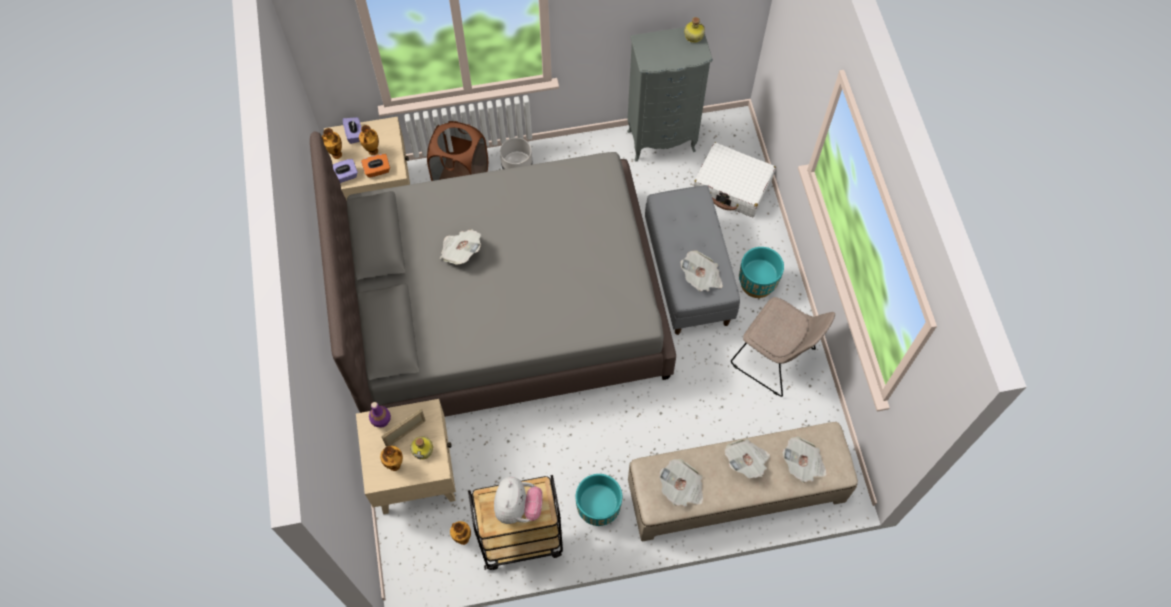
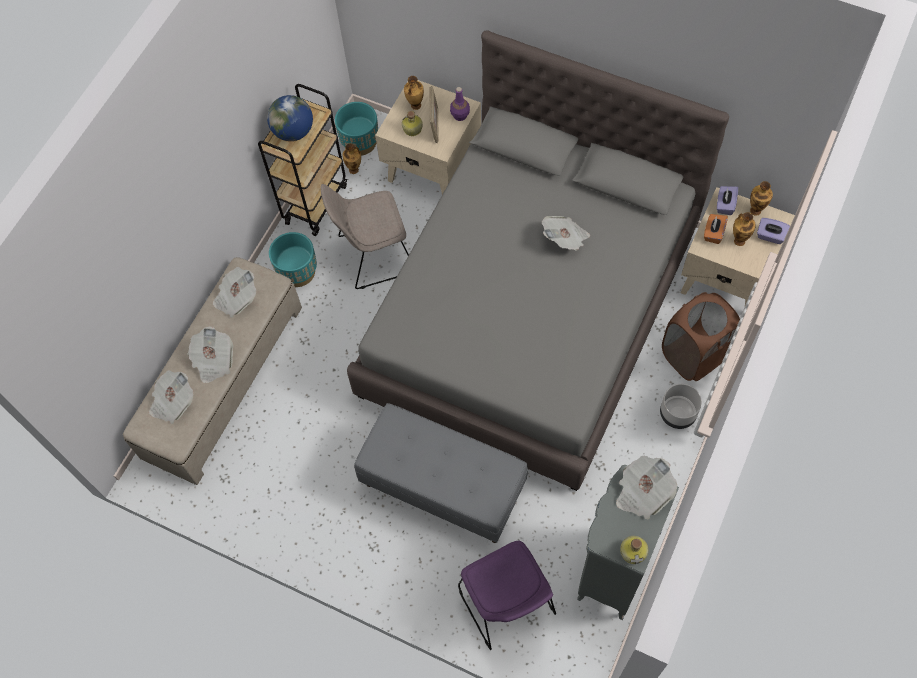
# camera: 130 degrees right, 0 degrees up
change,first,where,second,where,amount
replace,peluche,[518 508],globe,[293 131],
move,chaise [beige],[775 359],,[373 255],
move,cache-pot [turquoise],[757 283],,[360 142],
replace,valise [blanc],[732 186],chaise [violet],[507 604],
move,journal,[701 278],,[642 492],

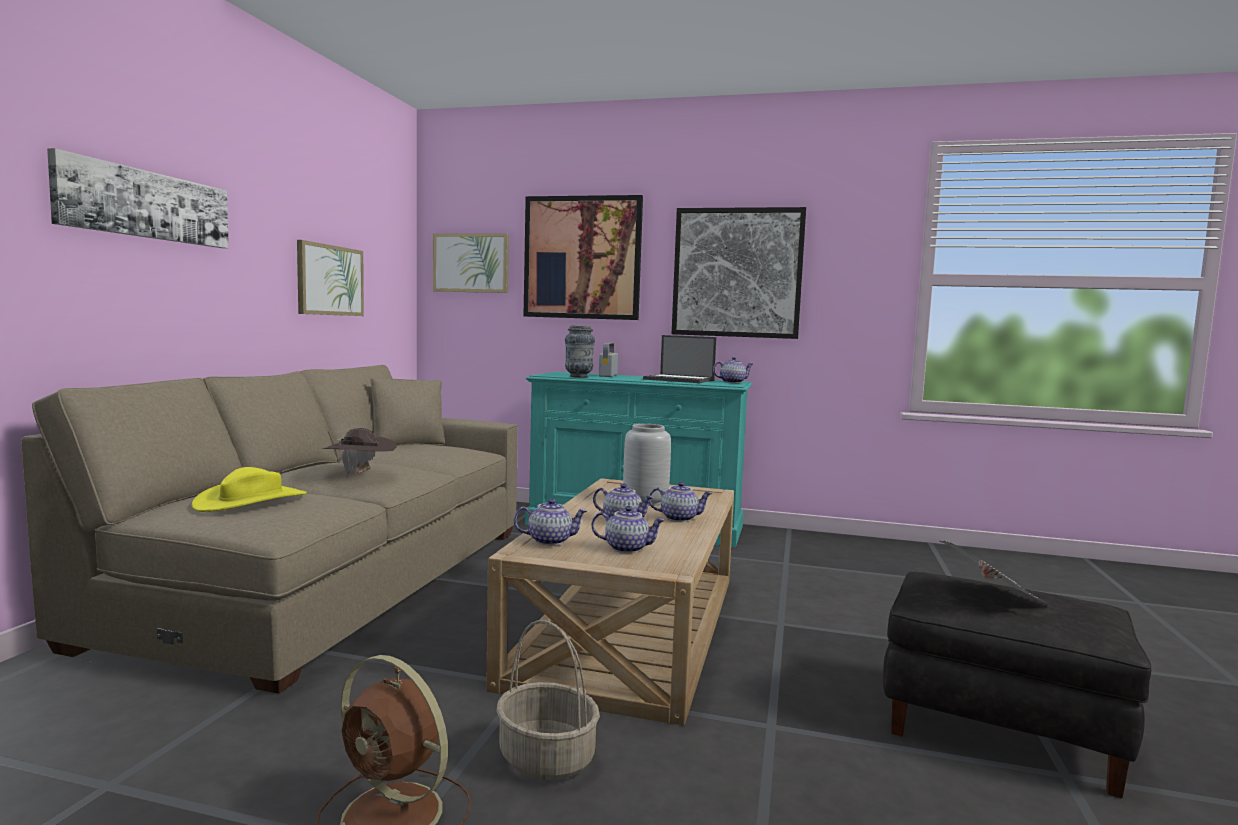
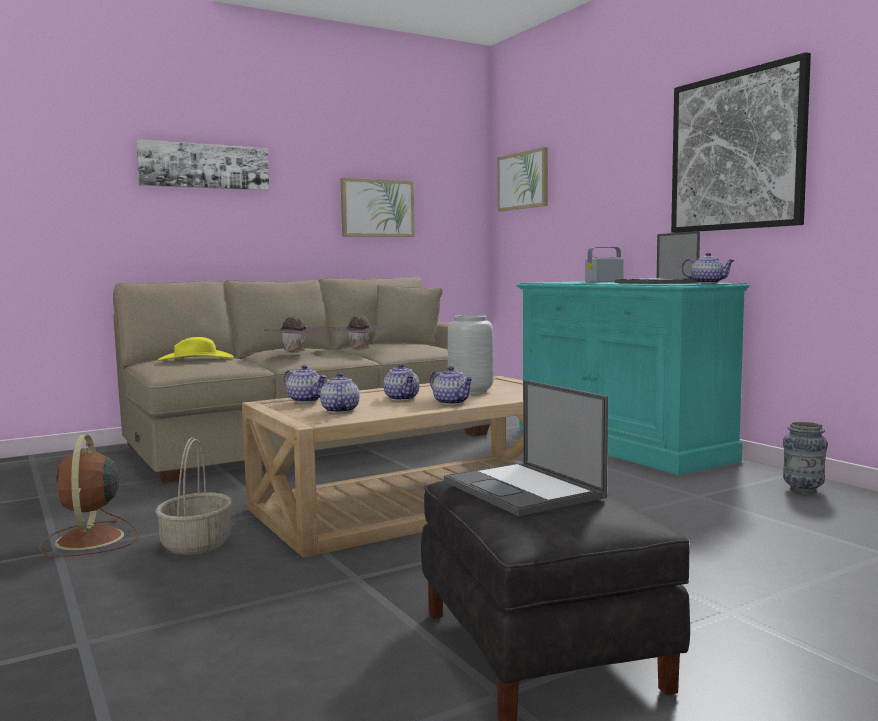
# camera: 45 degrees right, 0 degrees up
change,first,where,second,where,amount
rotate,théière,[627 548],,[339 410],150 degrees counterclockwise
insert,,,chapeau [marron],[359 350],
replace,journal,[991 598],ordinateur portable,[524 490],
move,vase,[579 376],,[803 491],
delete,tableau,[582 258],,,

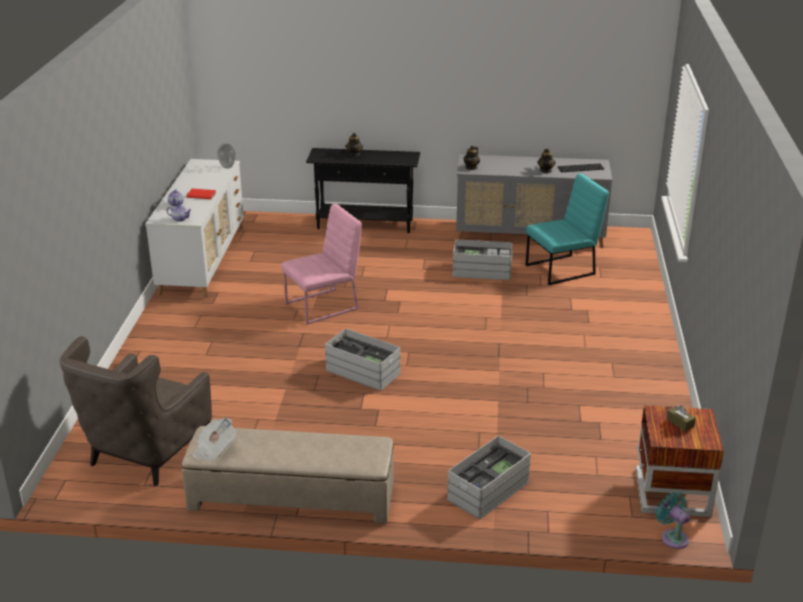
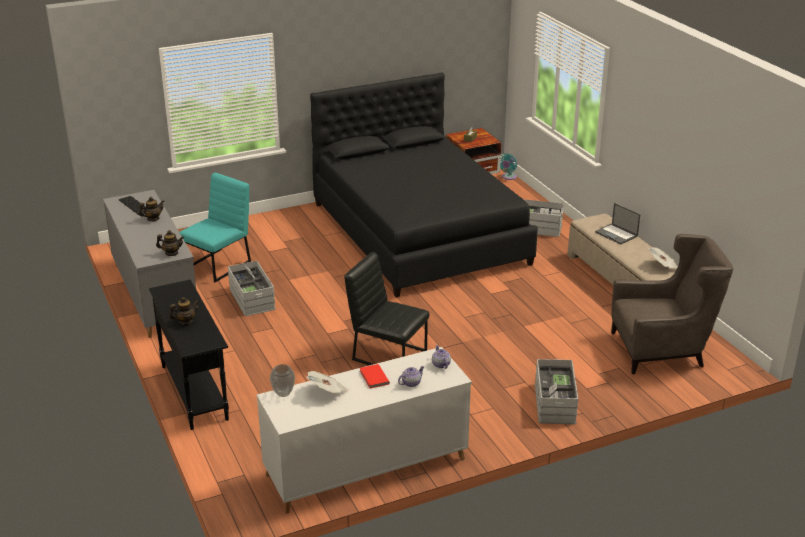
# camera: 120 degrees left, 0 degrees up
change,first,where,second,where,amount
rotate,chaise [turquoise],[562 269],,[219 264],90 degrees clockwise
insert,,,journal,[328 391],
insert,,,lit [noir],[419 233],
recolor,chaise [rose],[324 306],chaise [noir],[388 354],
move,boîte de rangement [gris],[362 371],,[555 403],
insert,,,ordinateur portable,[617 234],

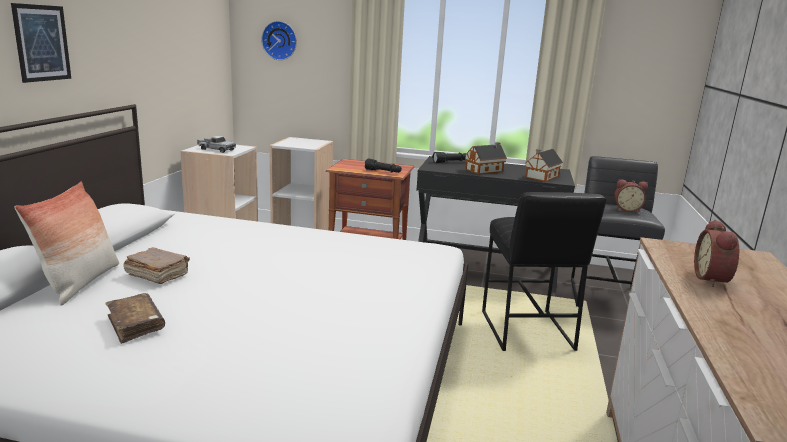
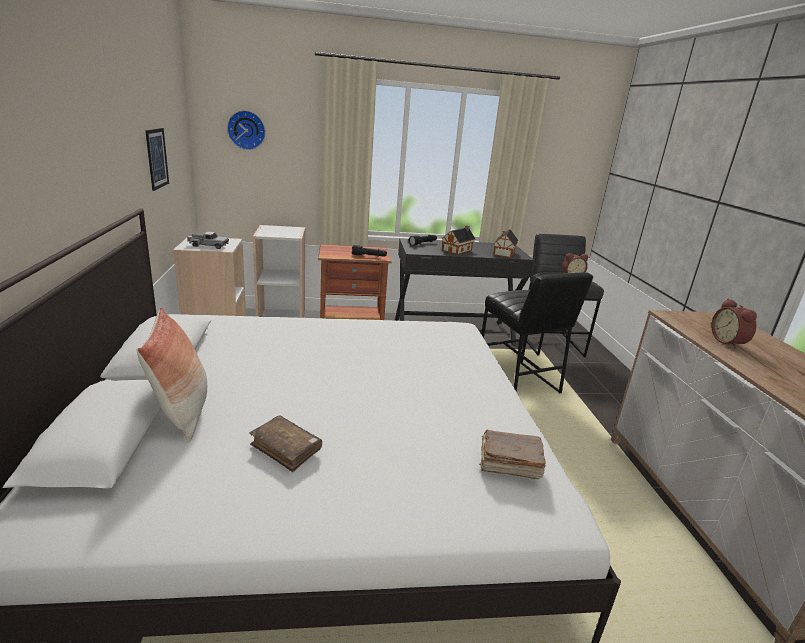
# camera: 20 degrees left, 5 degrees up
change,first,where,second,where,amount
move,tableau,[42 43],,[157 158],
move,livre [marron],[157 275],,[508 464],

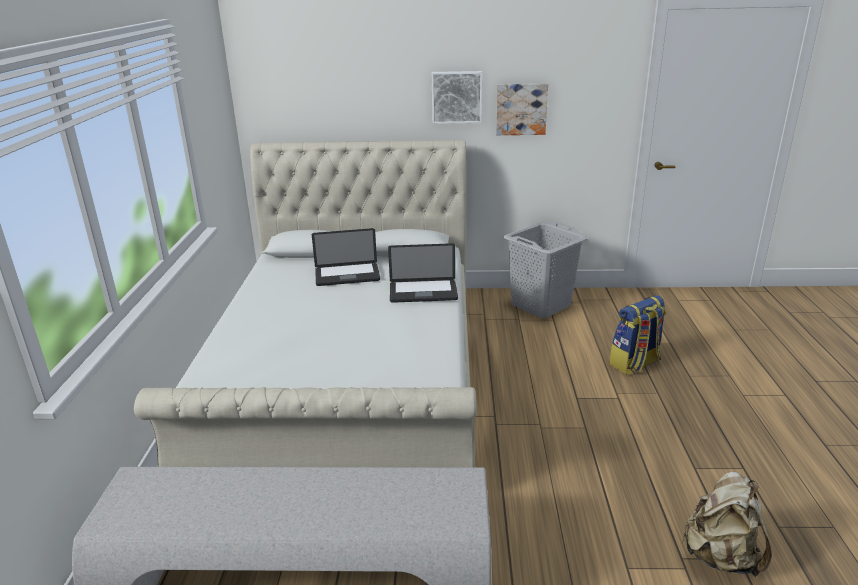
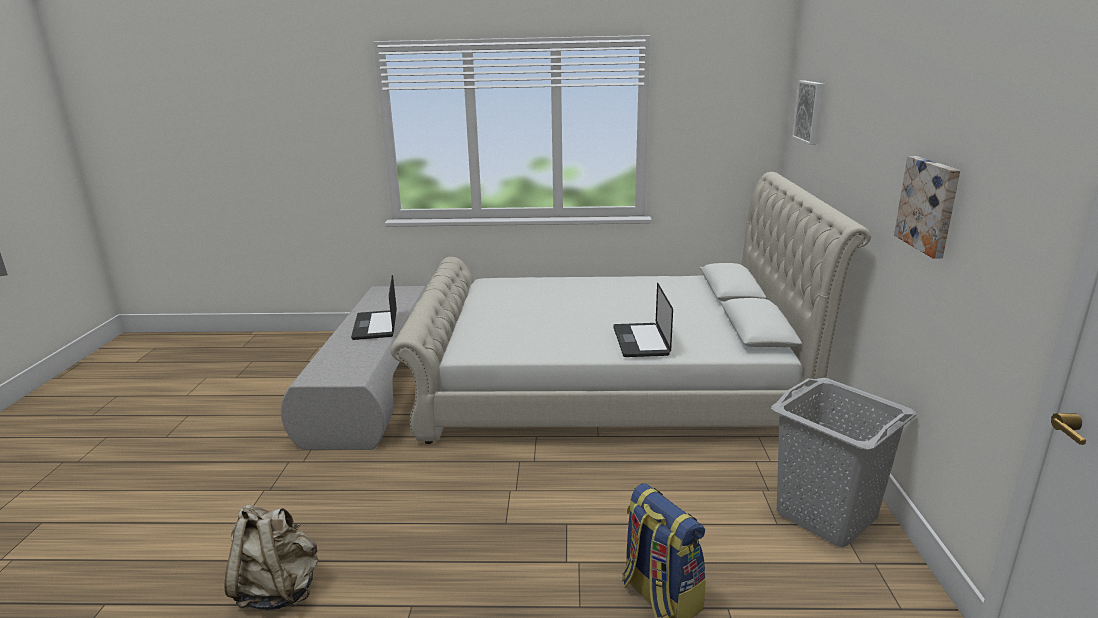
# camera: 90 degrees right, 5 degrees down
change,first,where,second,where,amount
move,ordinateur portable,[347 275],,[375 326],
move,tableau,[456 97],,[810 111],

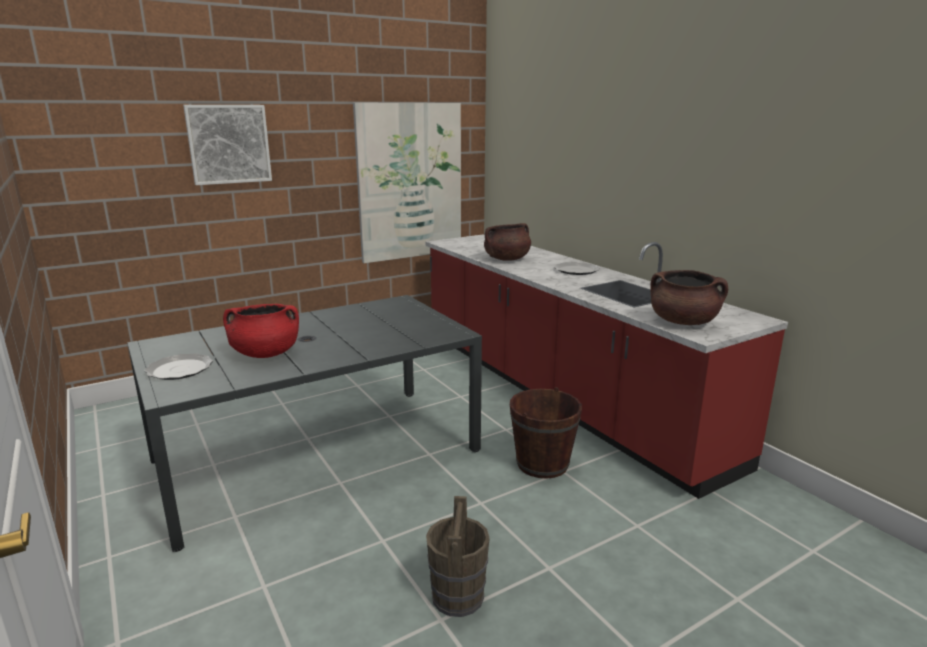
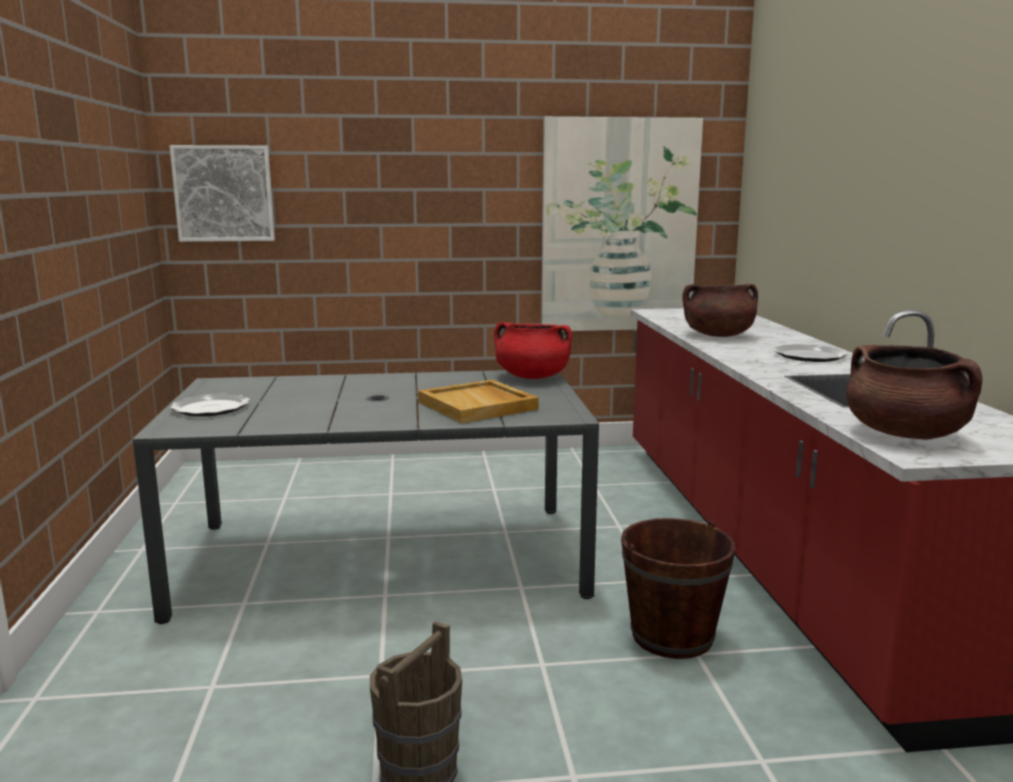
# camera: 25 degrees right, 5 degrees down
change,first,where,second,where,amount
move,tableau,[229 144],,[224 193],
insert,,,plateau [beige],[478 405],
move,marmite [rouge],[265 354],,[532 377],

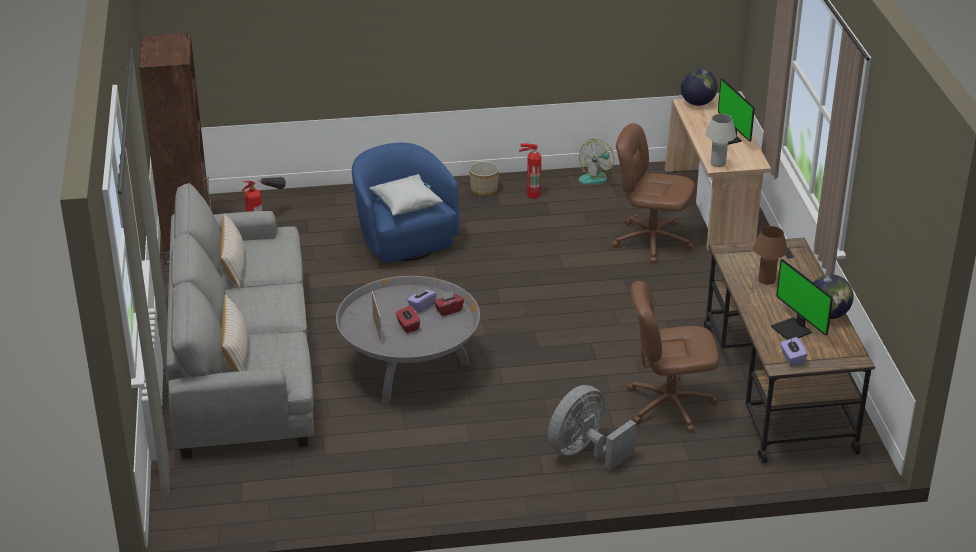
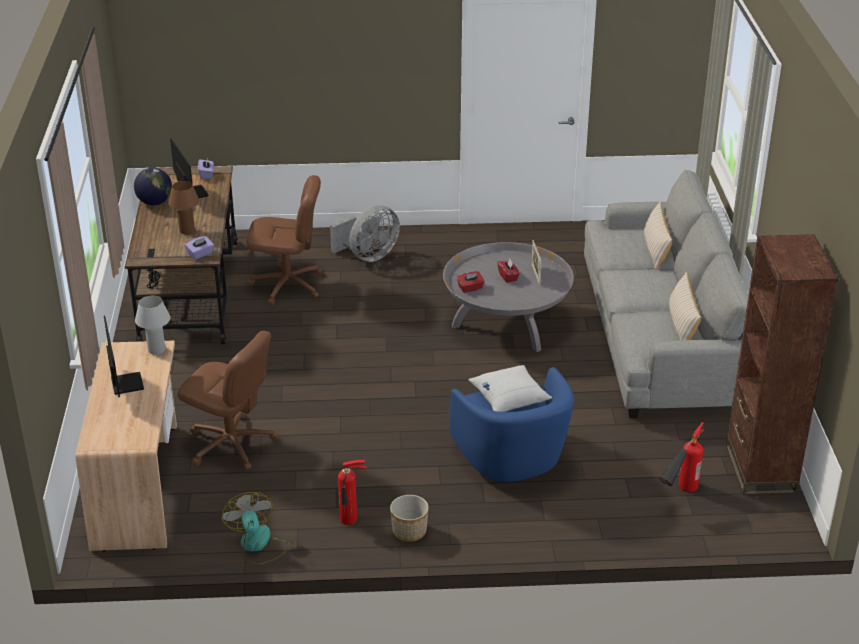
# camera: 175 degrees left, 0 degrees up
change,first,where,second,where,amount
move,boîte à mouchoirs [violet],[421 306],,[200 254],
rotate,ventilateur,[597 176],,[258 545],60 degrees counterclockwise
delete,globe,[697 103],,,

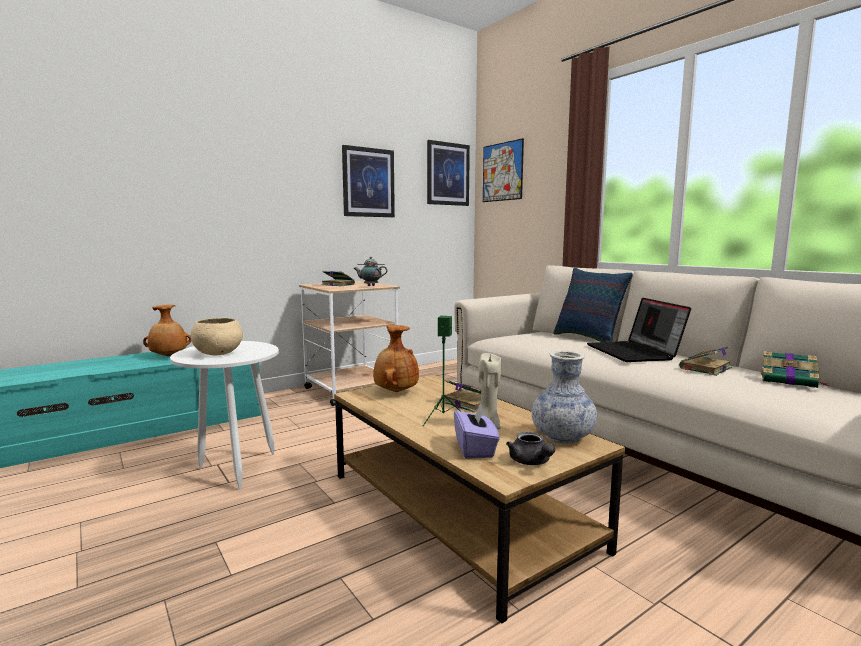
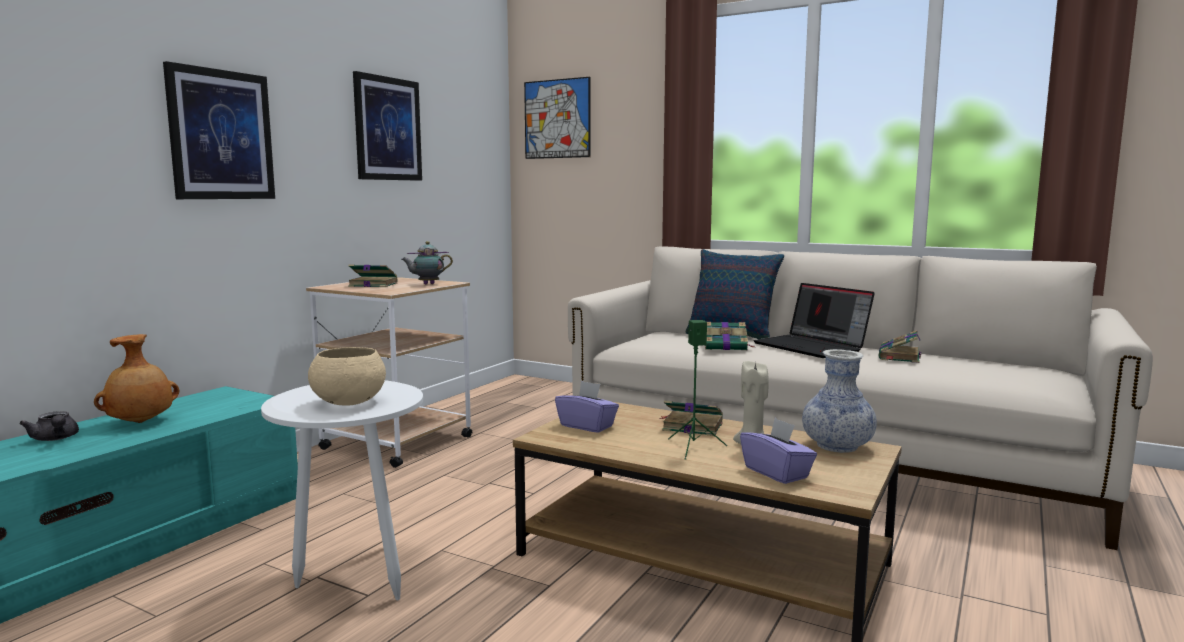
# camera: 25 degrees left, 0 degrees up
change,first,where,second,where,amount
move,théière [gris],[531 462],,[55 439],
move,tableau,[448 174],,[221 135],
replace,vase [marron],[395 392],boîte à mouchoirs [violet],[587 426],
move,livre,[789 380],,[726 347],

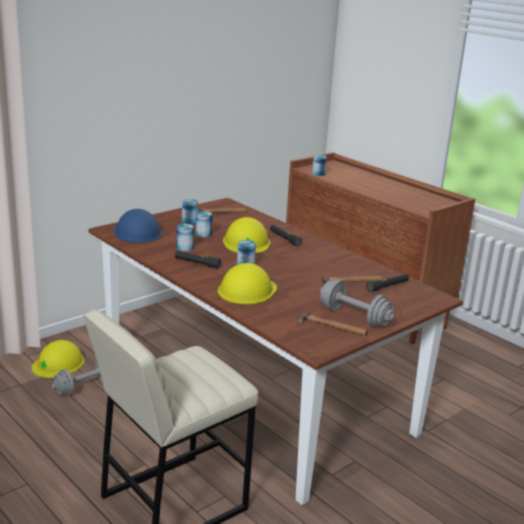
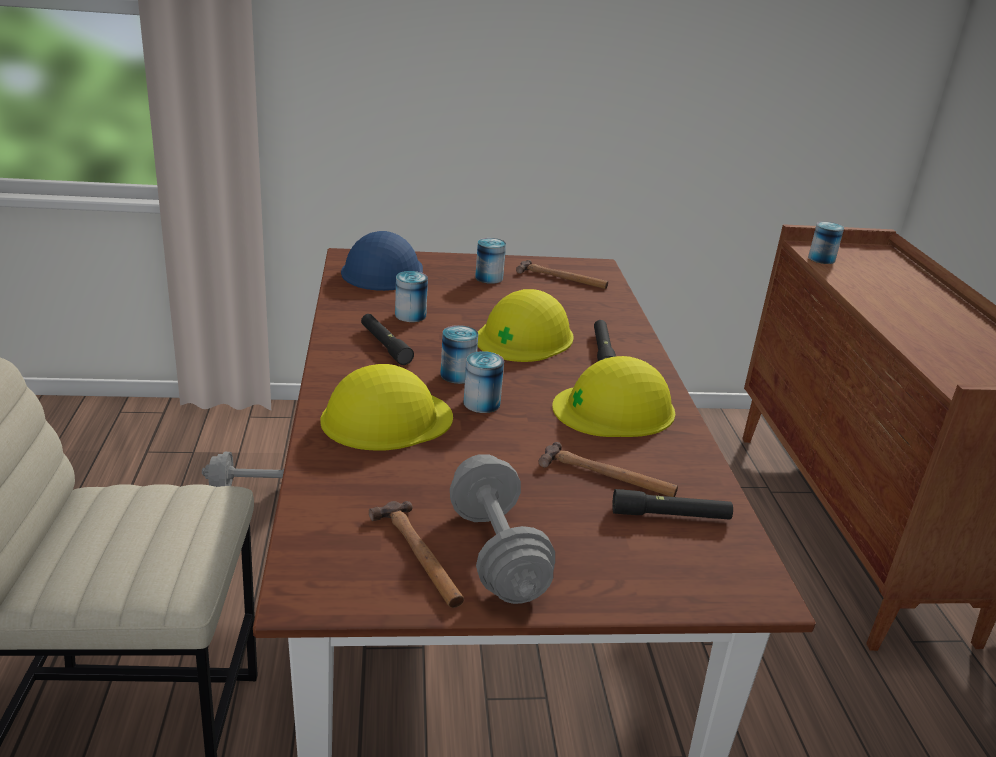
# camera: 35 degrees right, 5 degrees up
change,first,where,second,where,amount
move,boîte métallique,[203 234],,[481 403],
move,casque de chantier [jaune],[58 363],,[615 409],

